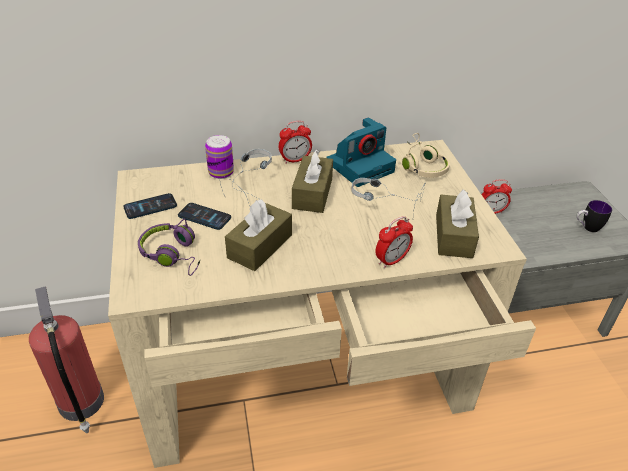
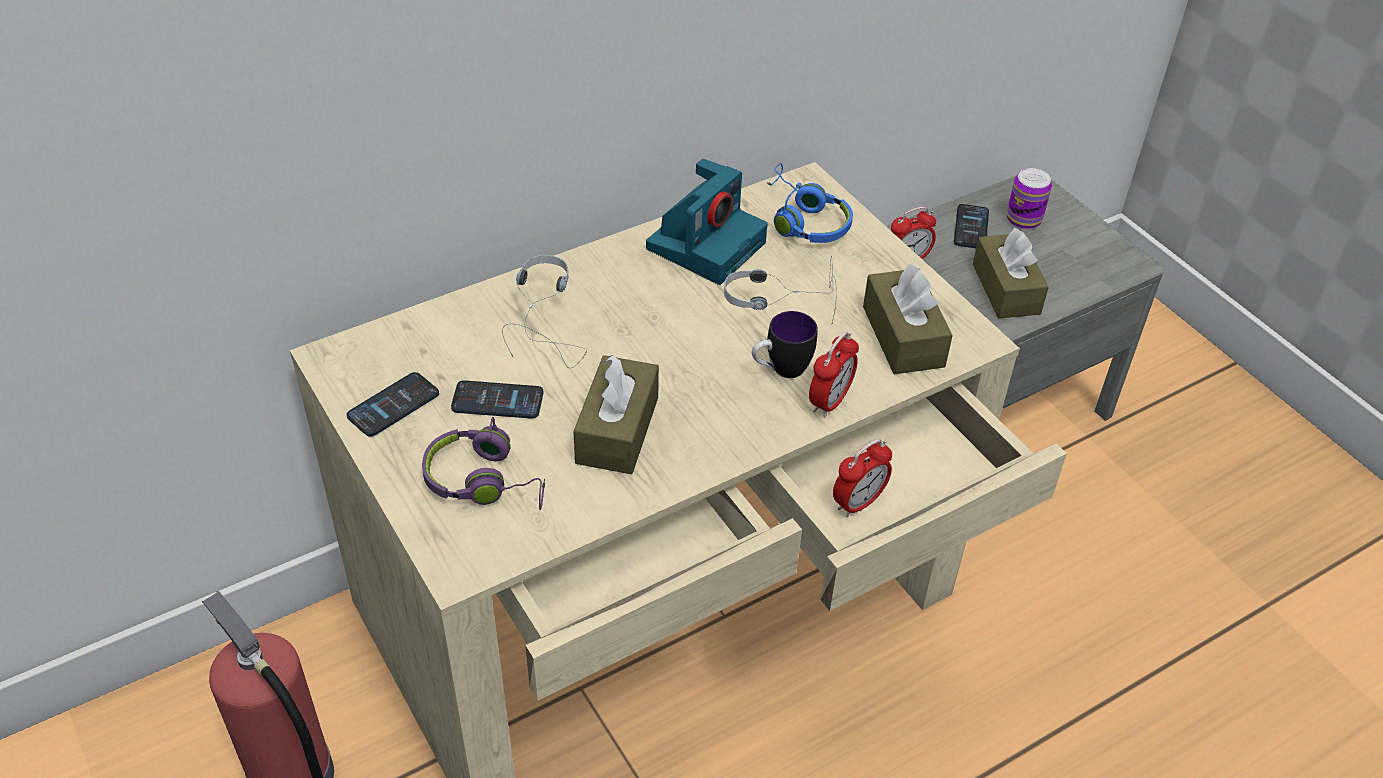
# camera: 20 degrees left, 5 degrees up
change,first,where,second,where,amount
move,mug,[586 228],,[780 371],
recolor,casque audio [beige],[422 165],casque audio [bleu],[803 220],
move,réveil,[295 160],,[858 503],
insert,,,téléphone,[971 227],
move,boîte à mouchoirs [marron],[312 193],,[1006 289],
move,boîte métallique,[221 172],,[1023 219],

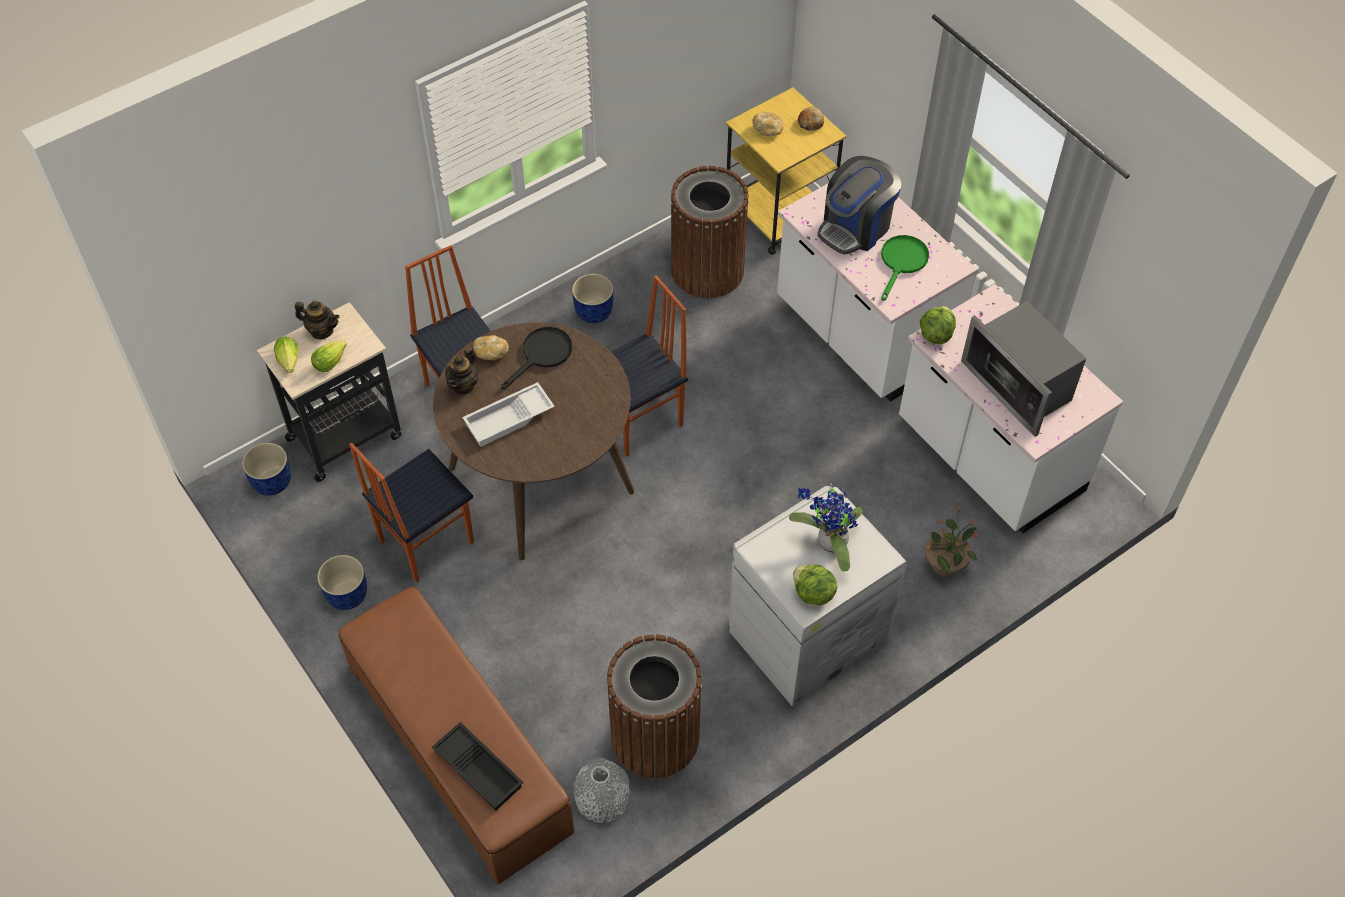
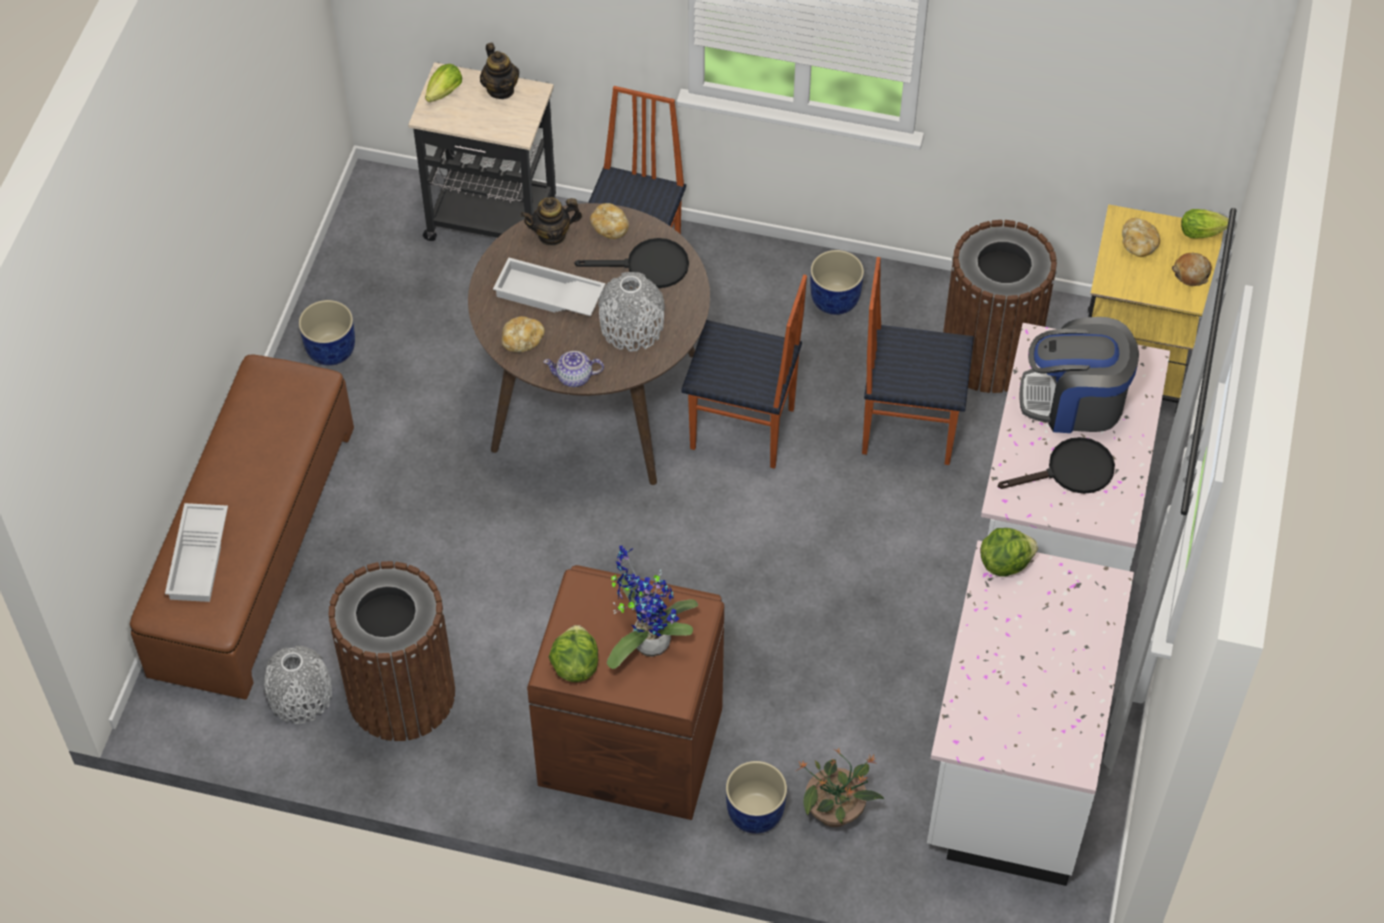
# camera: 50 degrees right, 0 degrees up
change,first,where,second,where,amount
recolor,plateau [noir],[480 769],plateau [blanc],[200 558],
insert,,,pain,[522 340],
recolor,lave-linge [blanc],[803 632],lave-linge [marron],[631 738],
insert,,,théière,[575 377],
insert,,,vase [gris],[632 327],
move,cache-pot [bleu],[271 481],,[755 811],
move,chaise,[425 541],,[908 427],
recolor,poêle [vert],[902 262],poêle [noir],[1071 471],
move,laitue,[331 361],,[1204 232],
delete,micro-ondes,[1019 385],,,

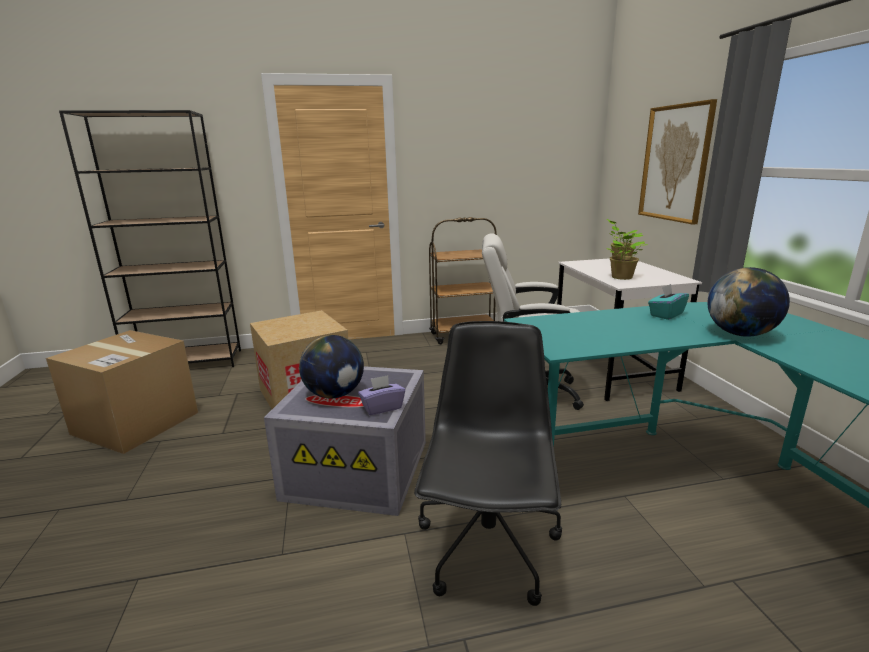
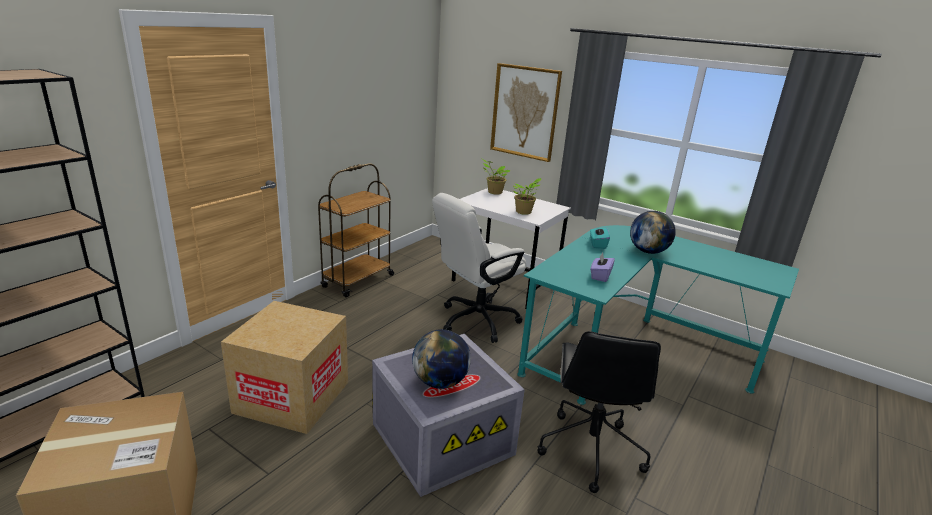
# camera: 45 degrees left, 5 degrees up
change,first,where,second,where,amount
rotate,chaise de bureau [noir],[487 555],,[590 447],135 degrees counterclockwise
move,boîte à mouchoirs [violet],[382 407],,[600 276],

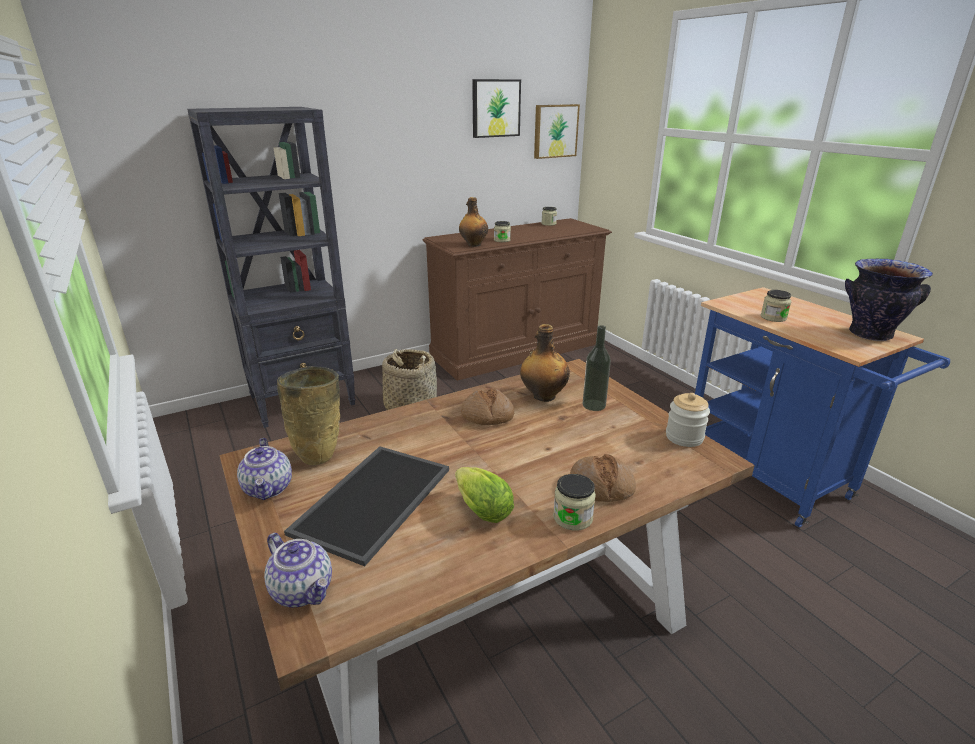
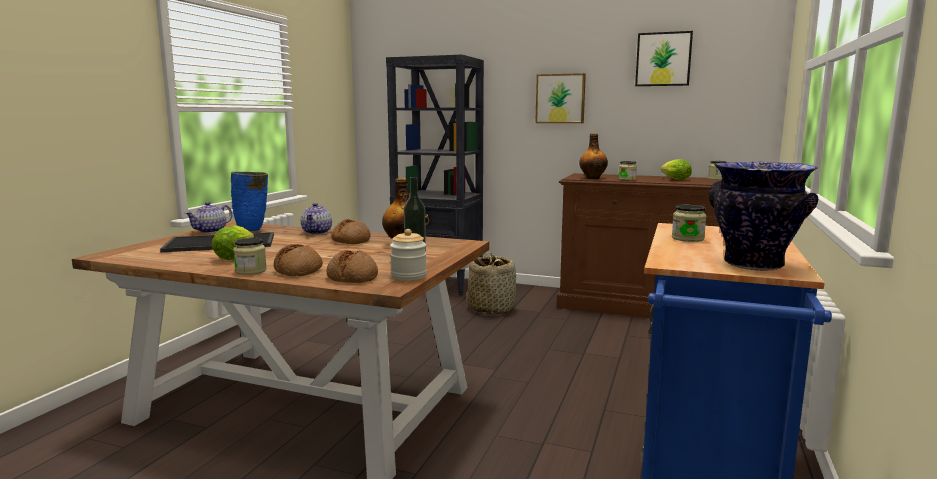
# camera: 50 degrees right, 15 degrees down
change,first,where,second,where,amount
recolor,vase [beige],[320 455],vase [bleu],[253 230],
move,théière,[303 590],,[317 232],
insert,,,pain,[352 277],
move,tableau,[555 131],,[560 98],
insert,,,laitue,[674 179],

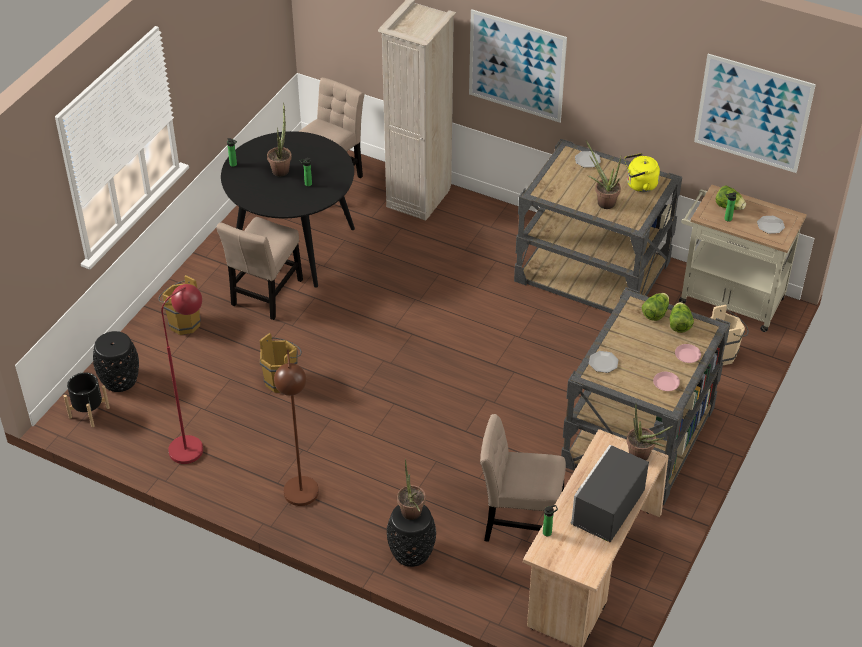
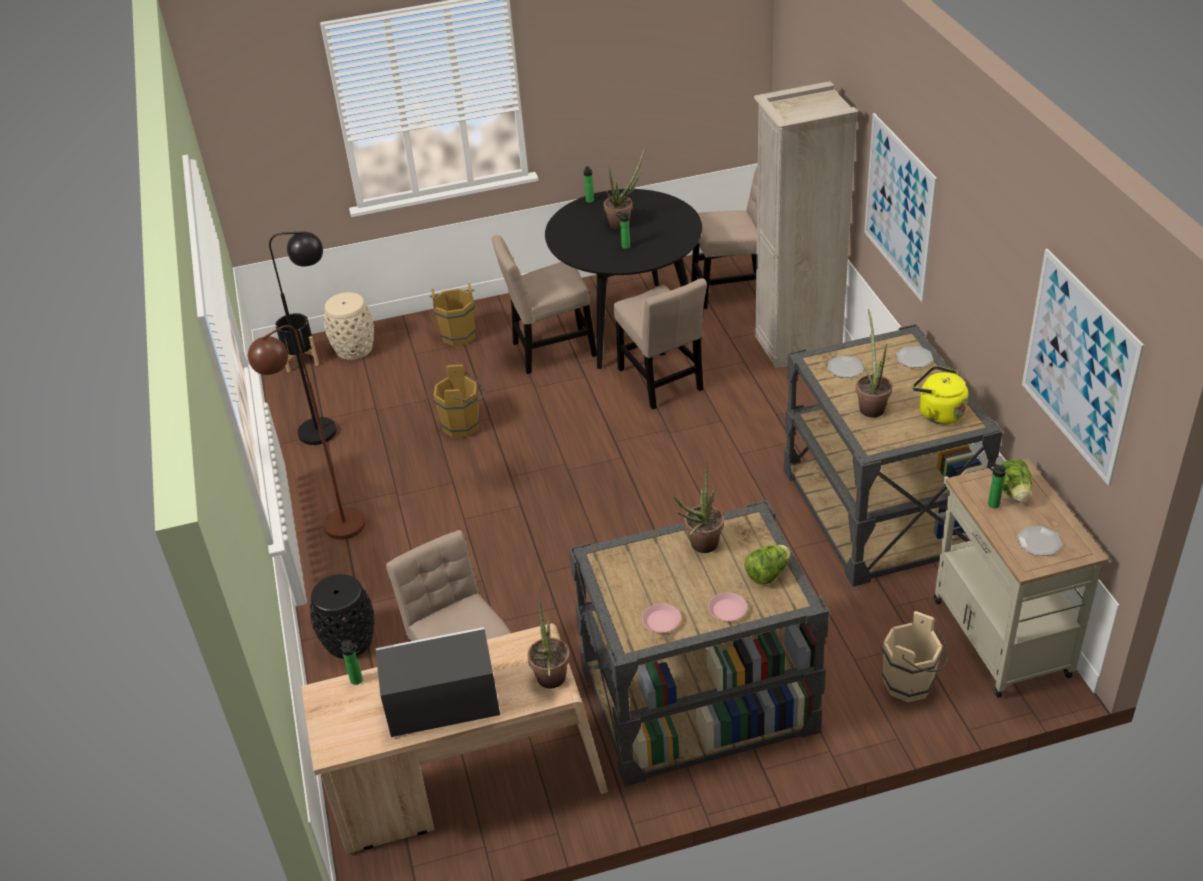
# camera: 50 degrees right, 5 degrees down
change,first,where,second,where,amount
recolor,lampadaire [rouge],[194 445],lampadaire [noir],[329 432],
recolor,tabouret [noir],[119 380],tabouret [beige],[354 349],
insert,,,chaise [beige],[661 382],
move,plante en pot,[412 516],,[700 547],
move,assiette,[603 363],,[845 368],
delete,laitue,[655 313],,,

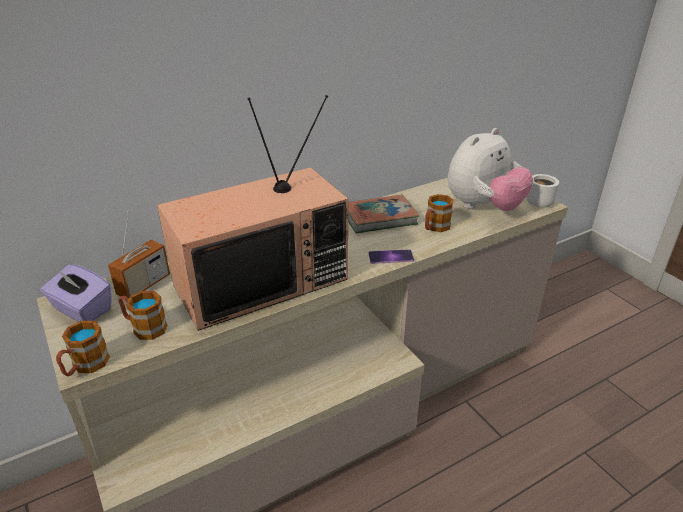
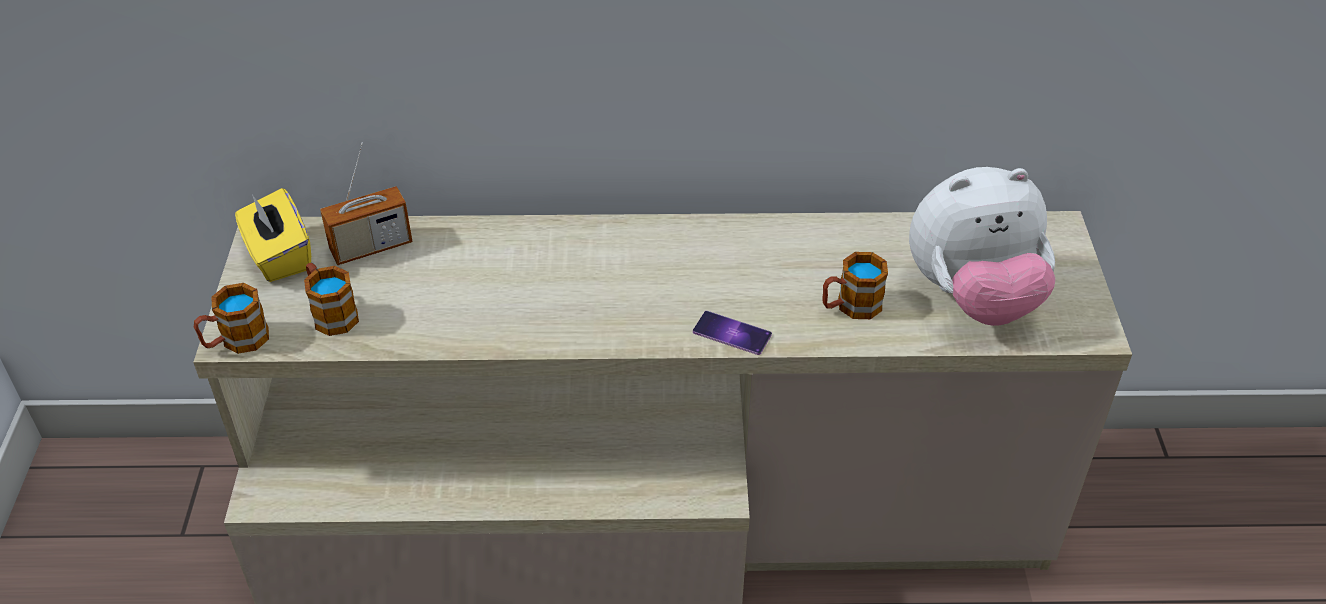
# camera: 30 degrees right, 10 degrees up
change,first,where,second,where,amount
recolor,boîte à mouchoirs [violet],[81 309],boîte à mouchoirs [jaune],[279 256],
delete,téléviseur,[262 280],,,
delete,livre,[379 218],,,
delete,mug [blanc],[536 202],,,

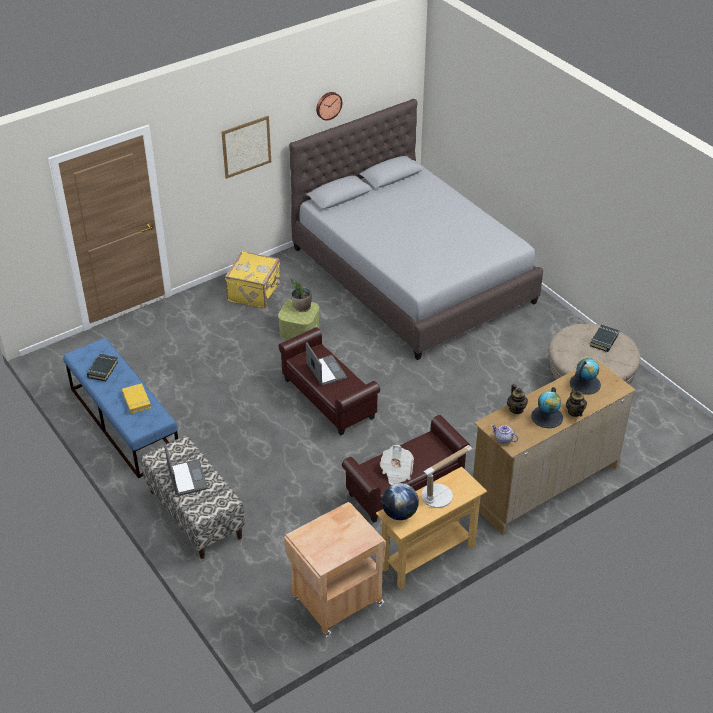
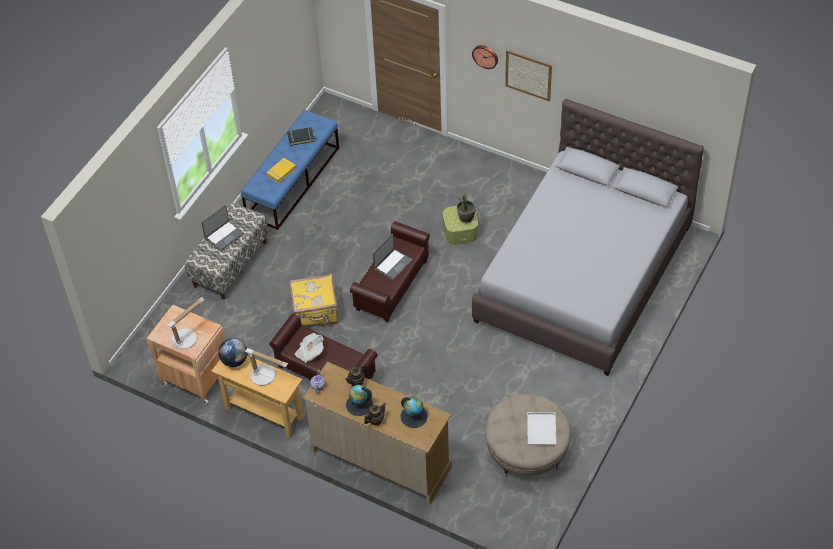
# camera: 65 degrees right, 10 degrees up
change,first,where,second,where,amount
insert,,,lampe de table,[187 337],
move,valise [jaune],[255 292],,[316 312],
move,horloge murale,[328 105],,[485 56],
replace,livre [noir],[604 340],plateau [blanc],[542 430],

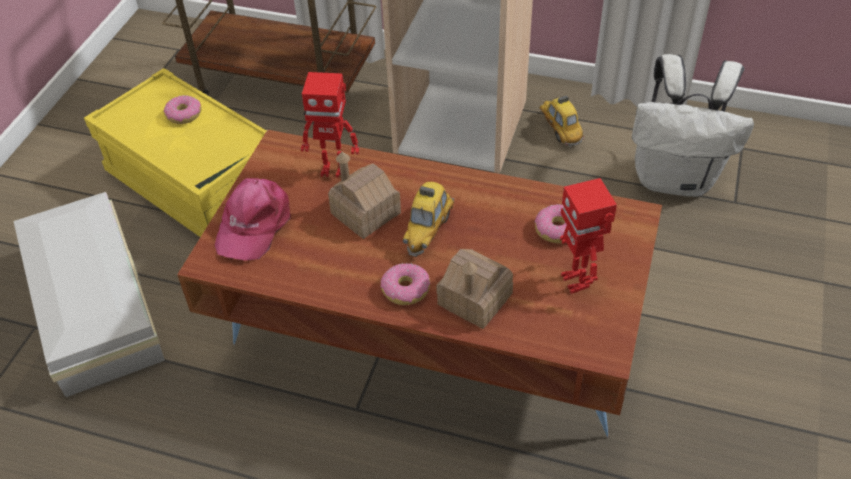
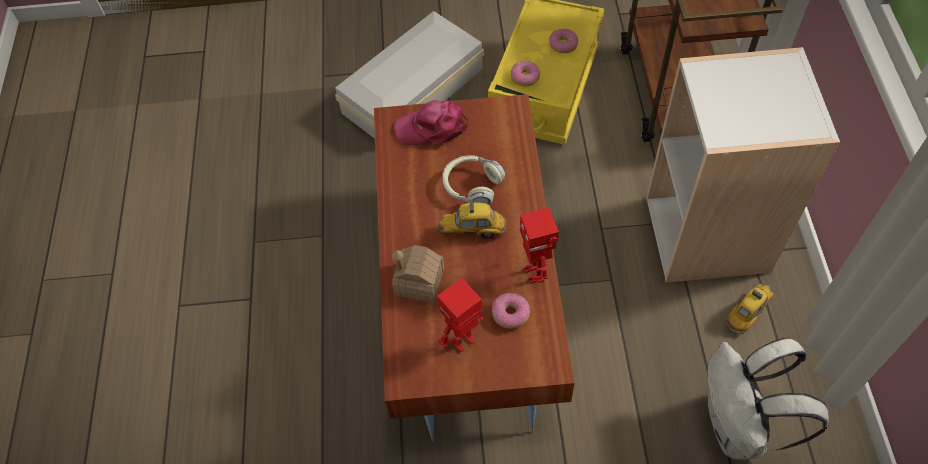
# camera: 70 degrees right, 10 degrees up
change,first,where,second,where,amount
replace,maison miniature,[365 213],casque audio,[472 186],
move,beignet,[406 289],,[525 77],
move,robot jouet,[334 169],,[535 273],

